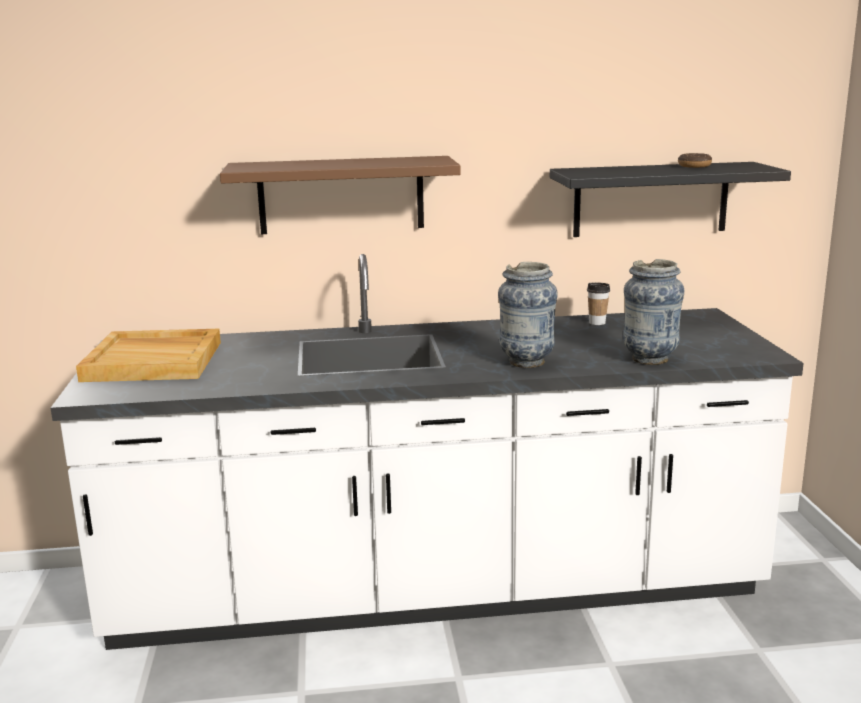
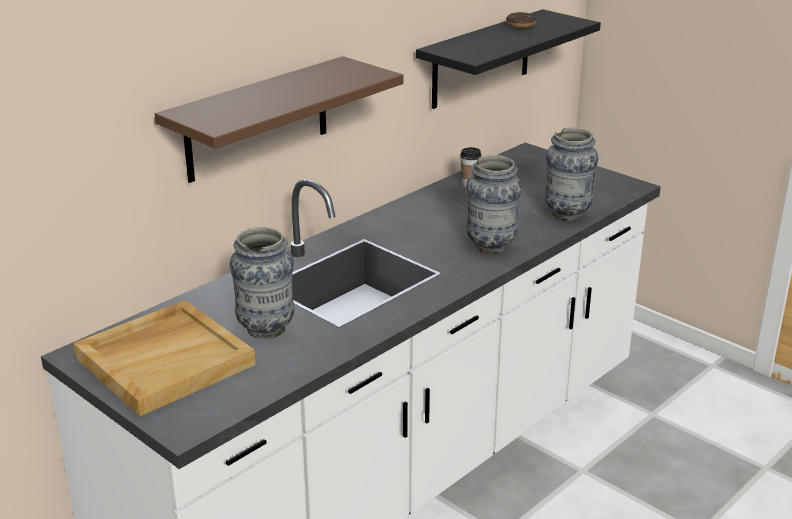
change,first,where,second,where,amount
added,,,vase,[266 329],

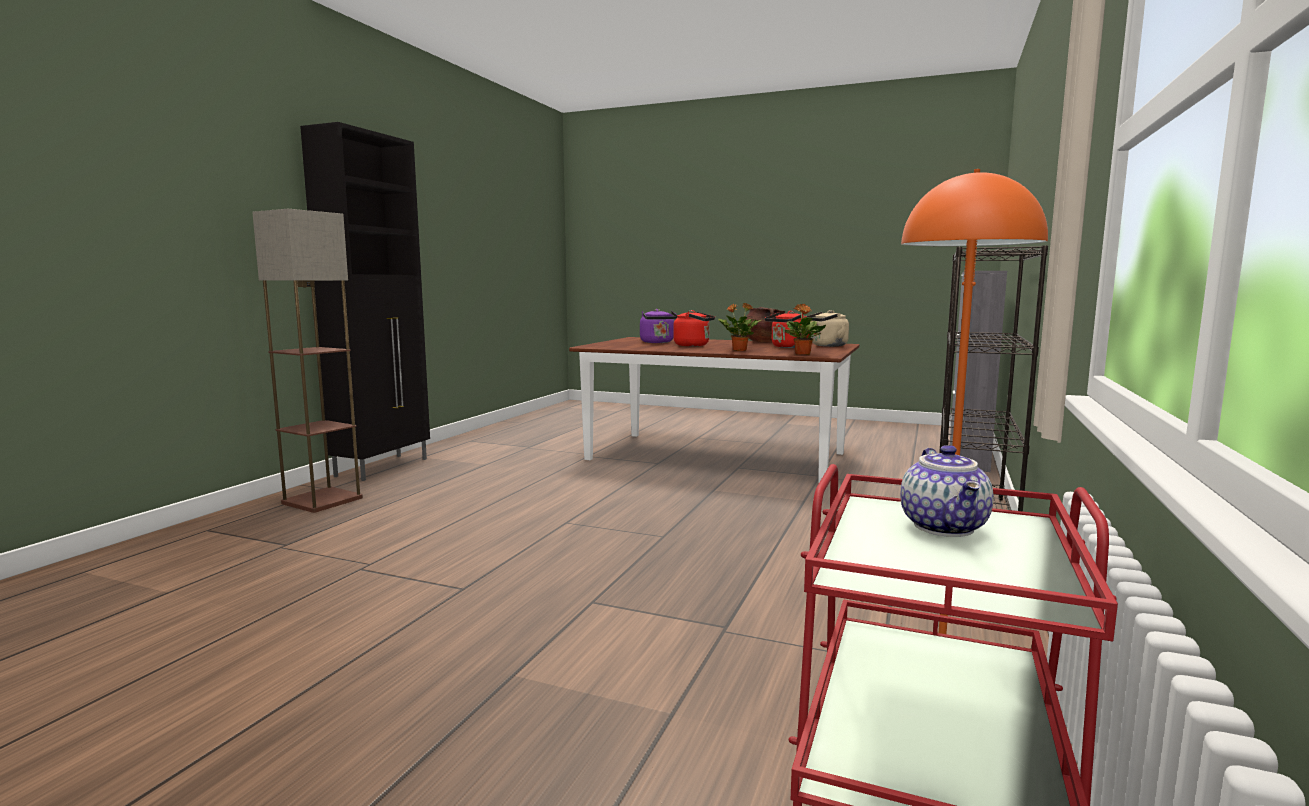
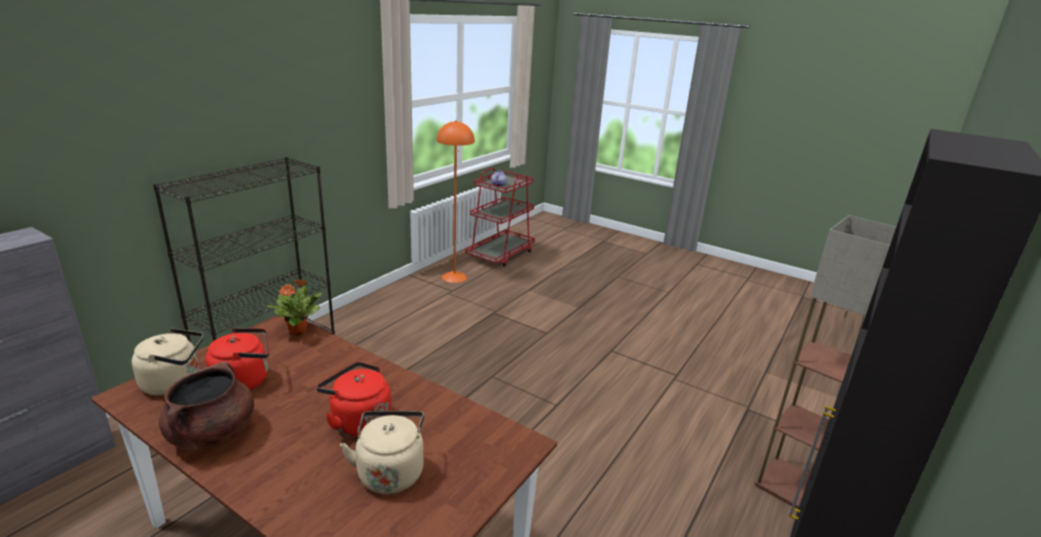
change,first,where,second,where,amount
recoloured,kettle in purple,[658 342],kettle in beige,[390 471],
removed,potted plant,[739 350],,,

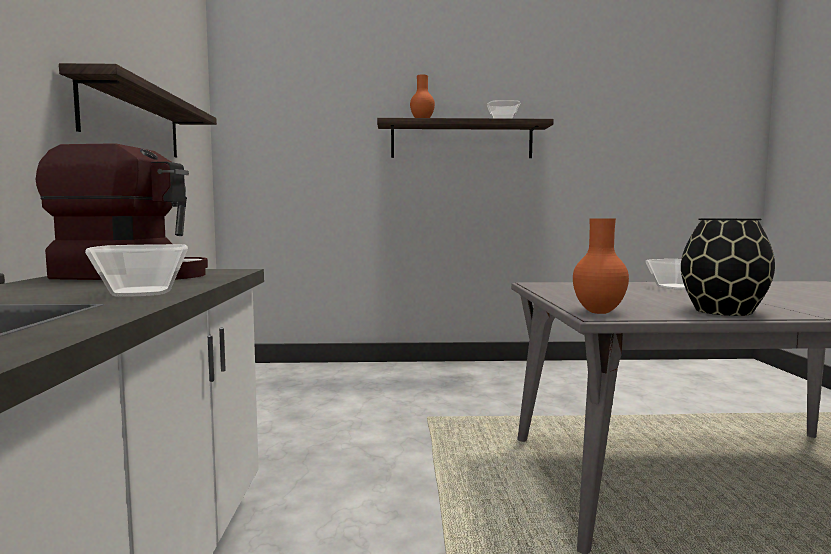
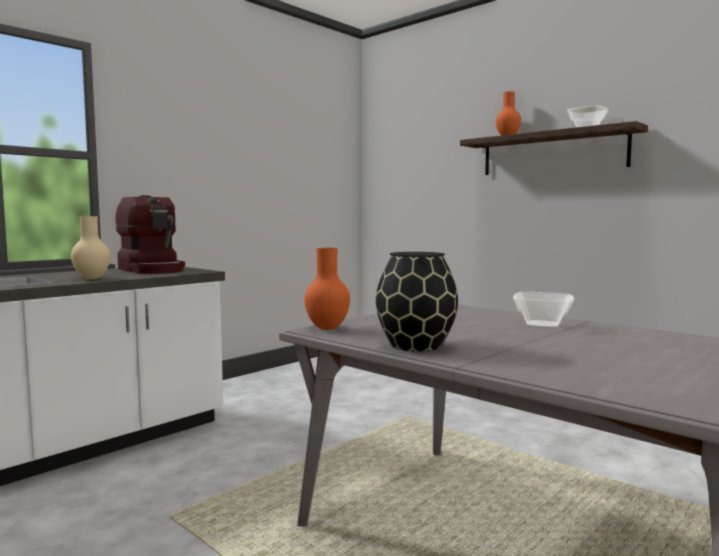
change,first,where,second,where,amount
removed,shelf,[133 121],,,
replaced,bowl,[140 292],vase in beige,[92 278],

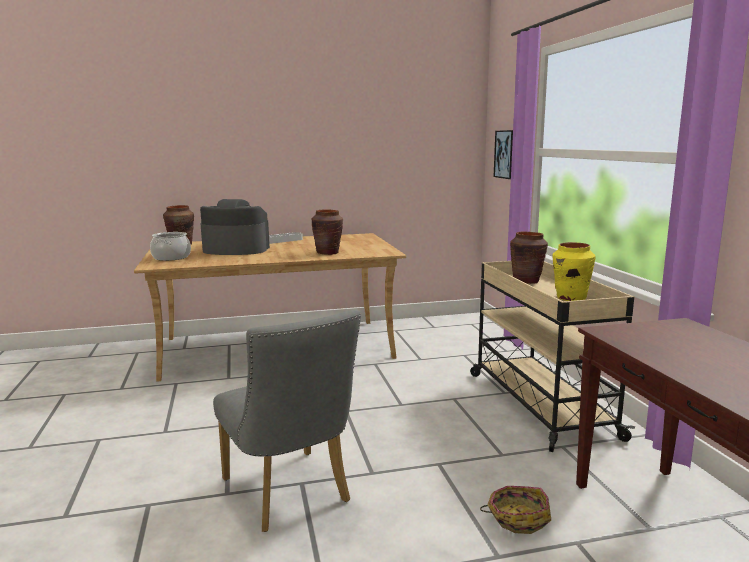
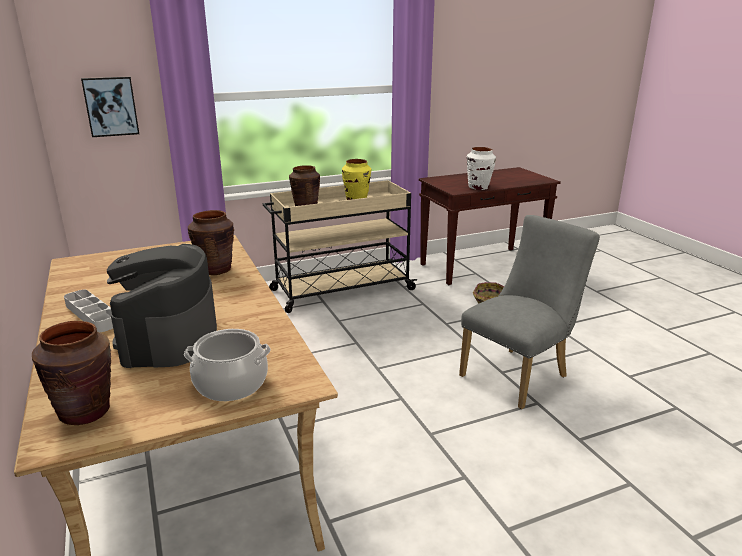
change,first,where,second,where,amount
added,,,vase in white,[478 187],

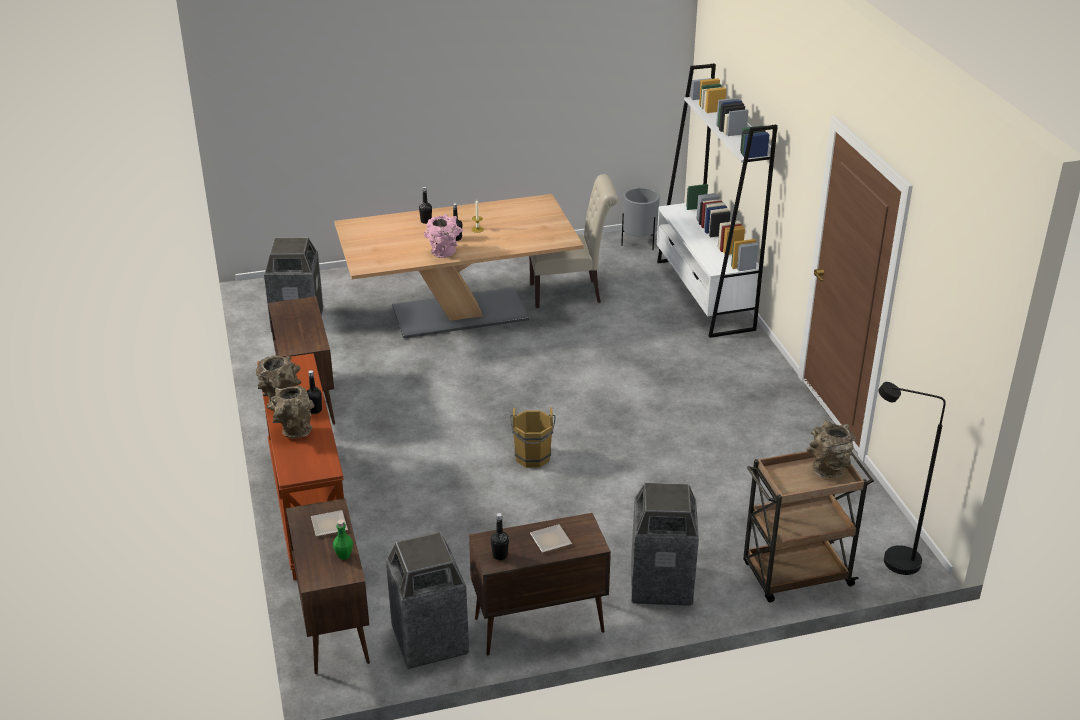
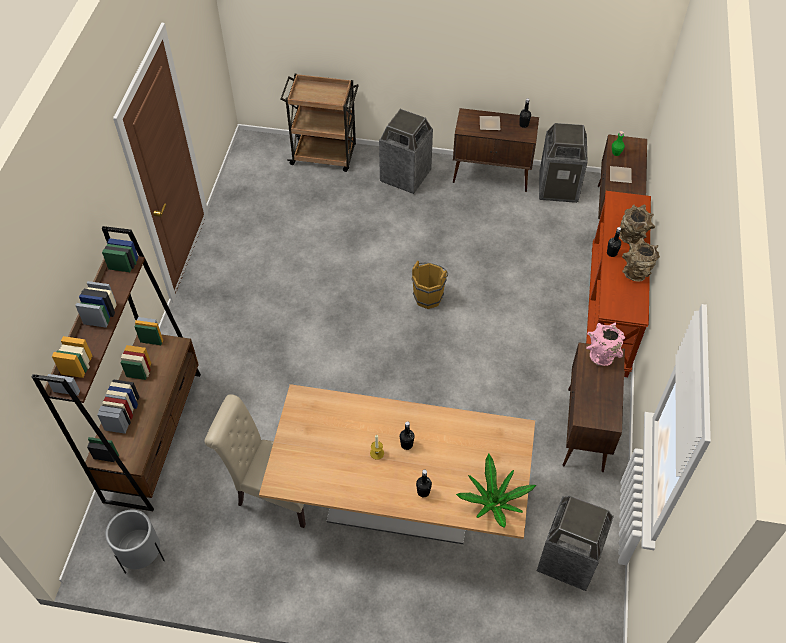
change,first,where,second,where,amount
moved,vase in pink,[444 254],,[601 355],
recoloured,bookcase in white,[704 295],bookcase in brown,[154 435],
removed,vase in brown,[828 469],,,
removed,floor lamp in black,[891 559],,,
added,,,potted plant,[493 502],

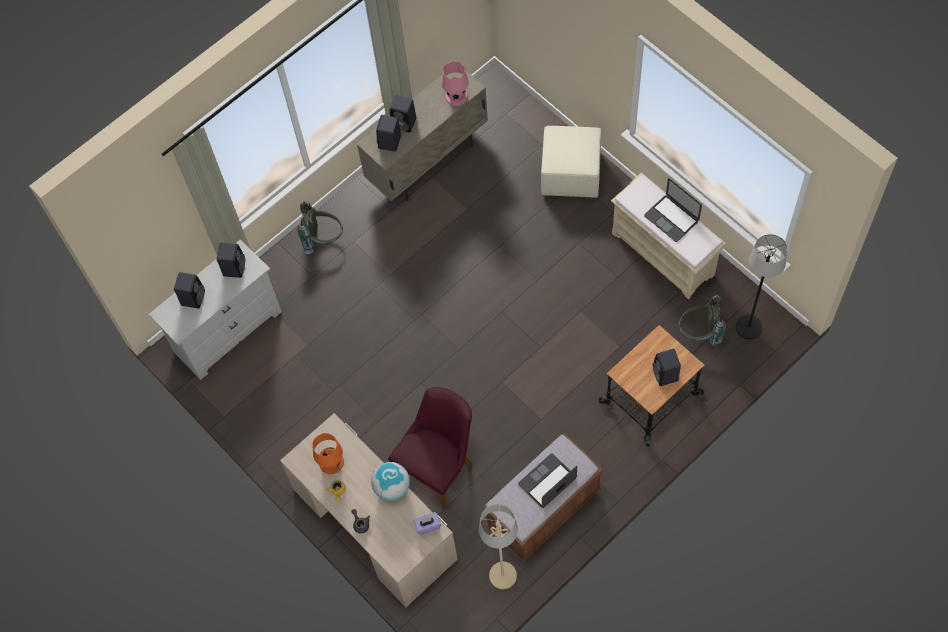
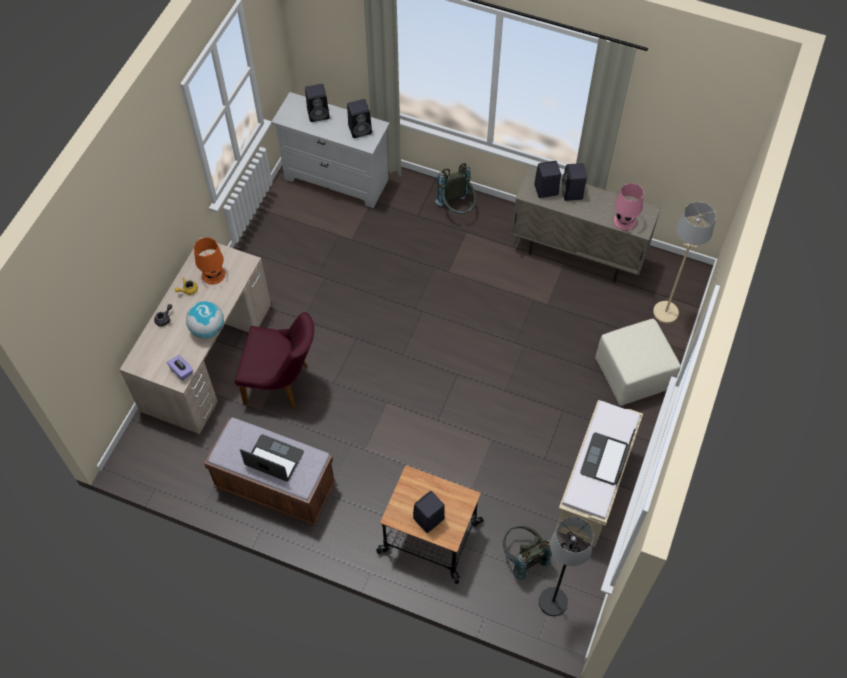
change,first,where,second,where,amount
moved,floor lamp in beige,[502 575],,[665 312],

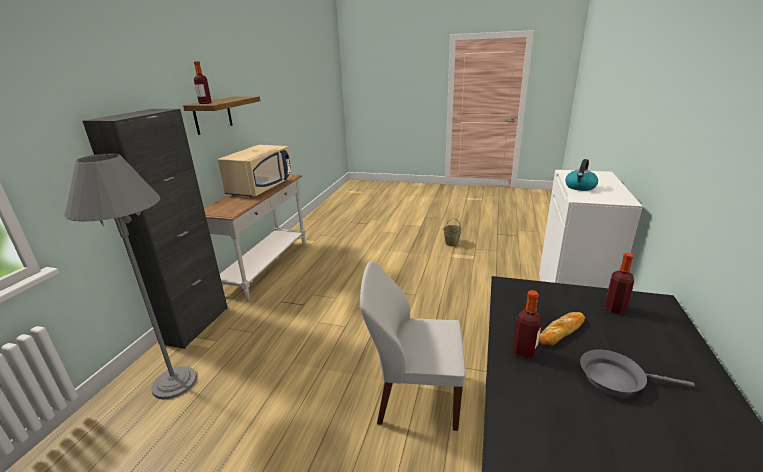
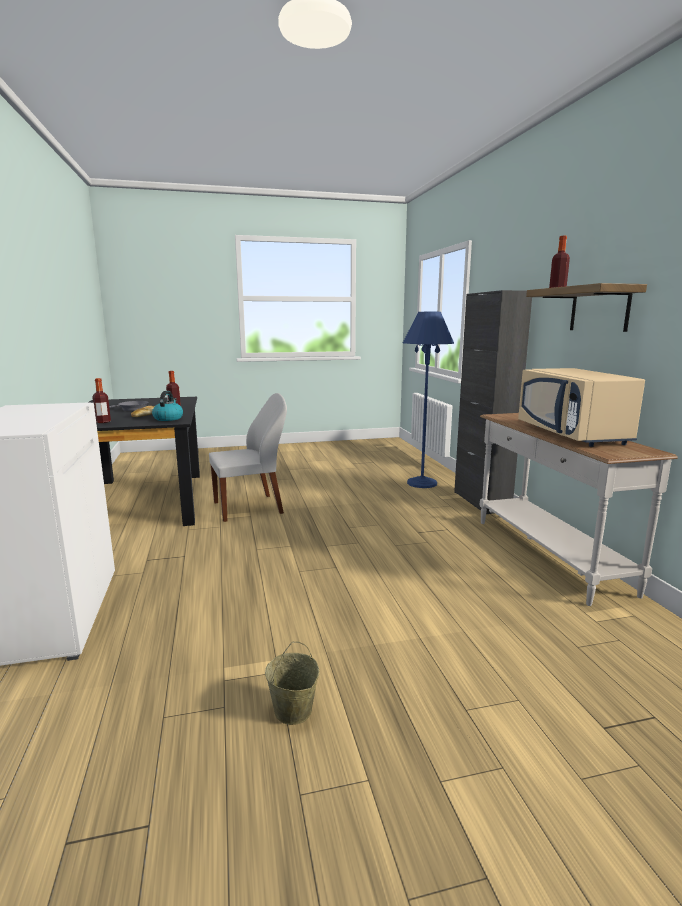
change,first,where,second,where,amount
recoloured,floor lamp in grey,[174 383],floor lamp in blue,[422 483],
moved,kettle,[580 187],,[168 418],

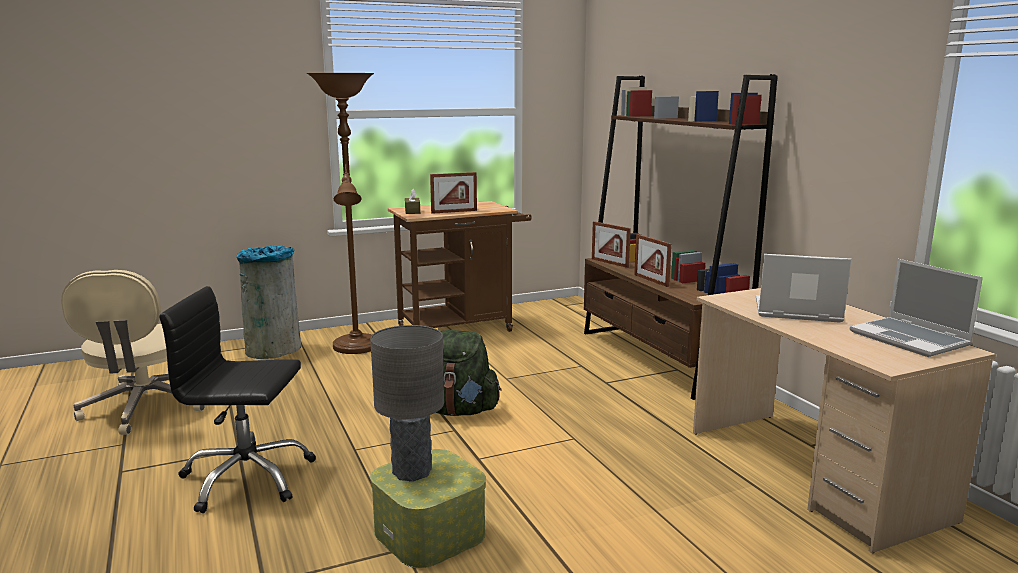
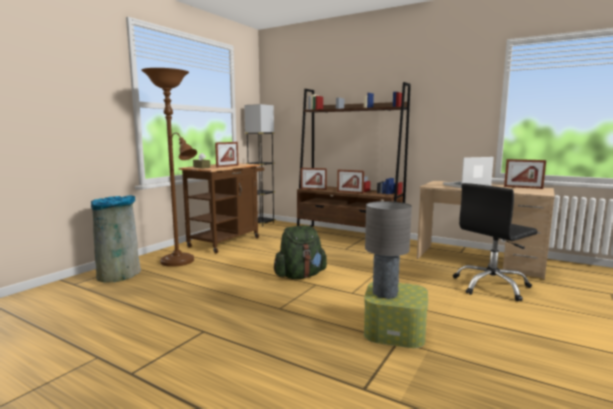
change,first,where,second,where,amount
removed,office chair in beige,[144 408],,,
moved,office chair in black,[247 478],,[491 286],
replaced,laptop,[911 339],picture frame,[523 187],
added,,,floor lamp in grey,[261 223],

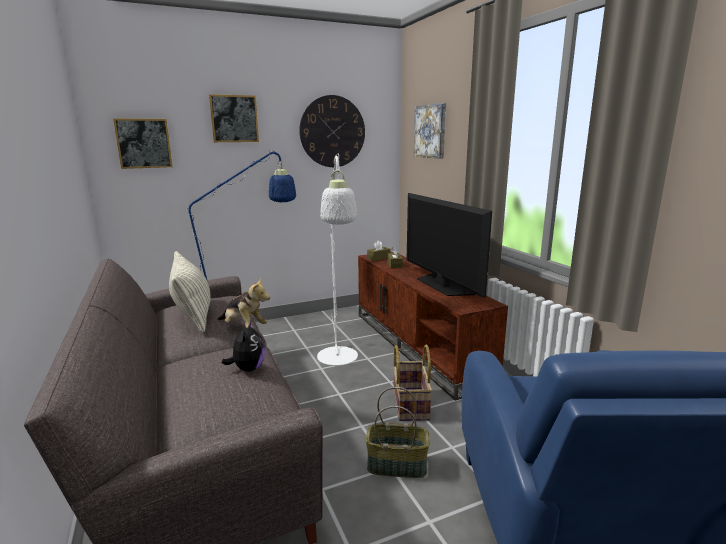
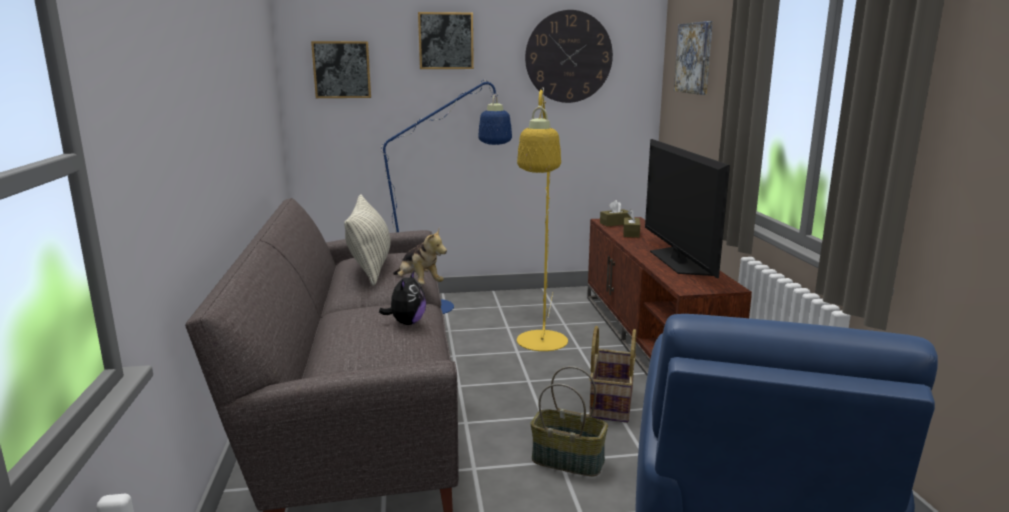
change,first,where,second,where,amount
recoloured,floor lamp in white,[338 361],floor lamp in yellow,[541 346],

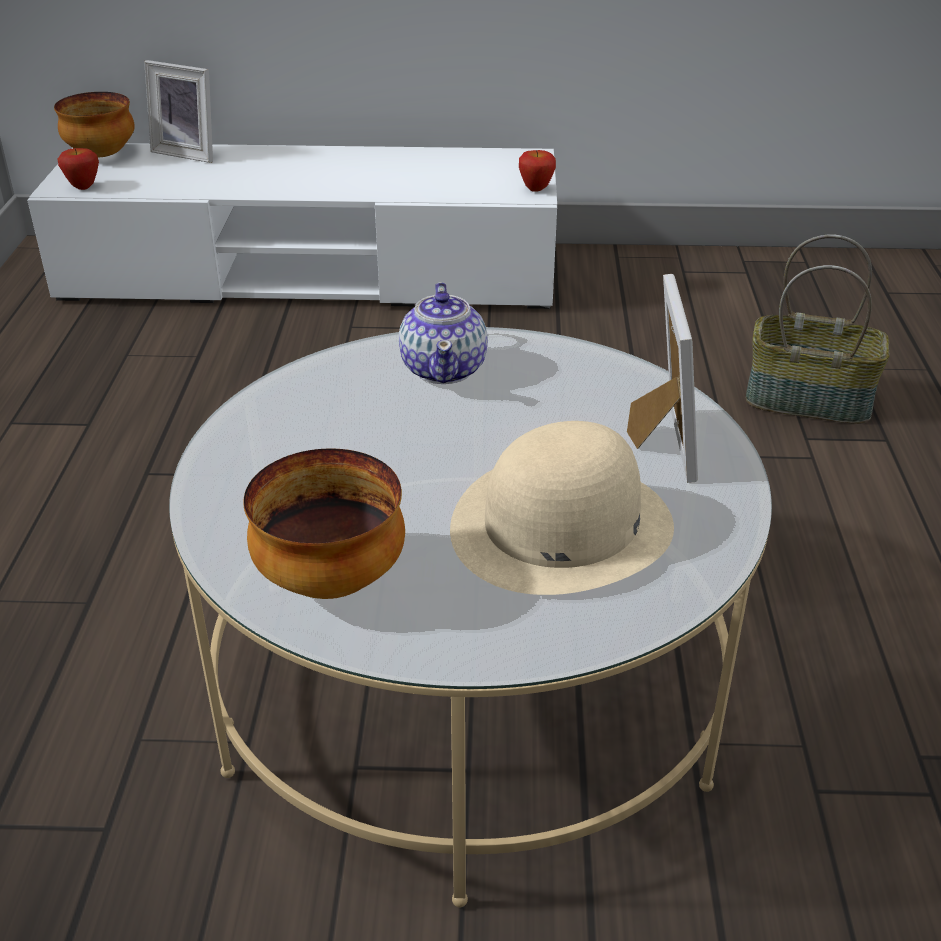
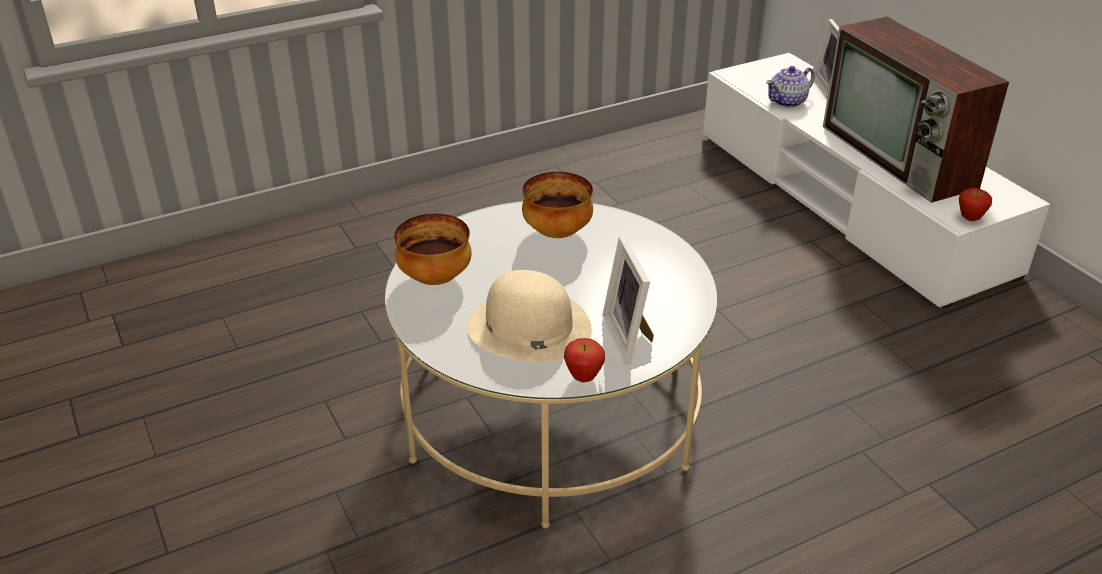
change,first,where,second,where,amount
moved,bowl,[102 155],,[558 232],
moved,apple,[83 187],,[584 378],
moved,teapot,[444 369],,[788 101],
turned,picture frame,[658 444],,[630 337],105 degrees clockwise
removed,basket,[809 400],,,
added,,,television,[900 157],

